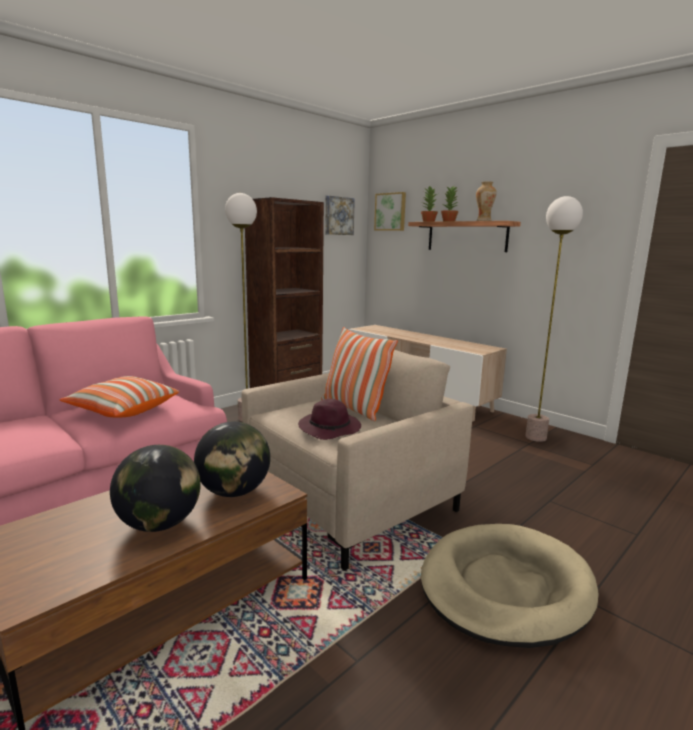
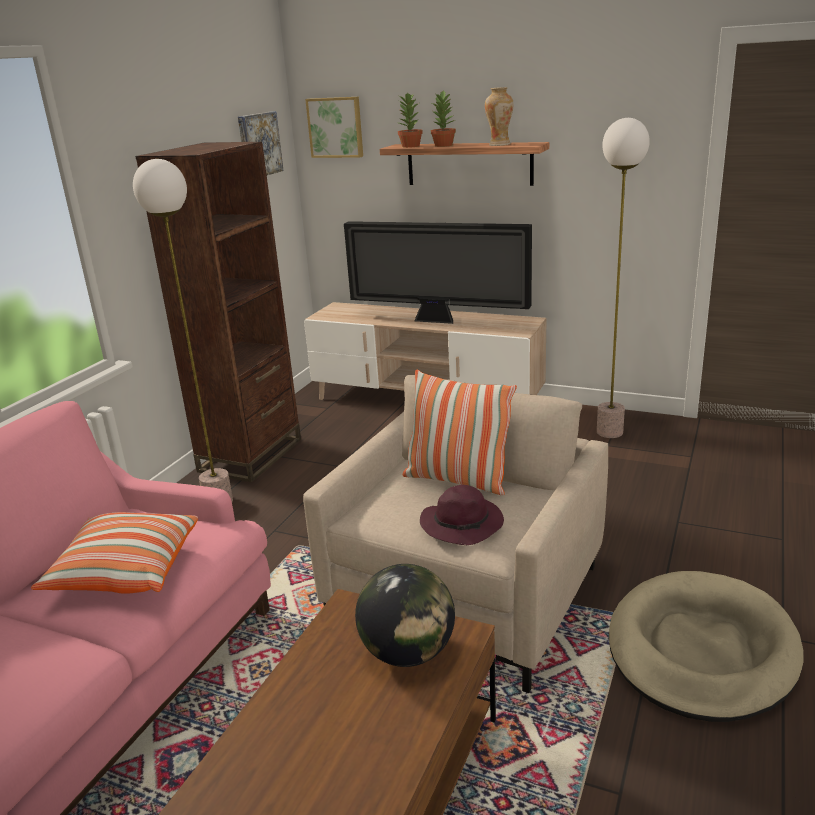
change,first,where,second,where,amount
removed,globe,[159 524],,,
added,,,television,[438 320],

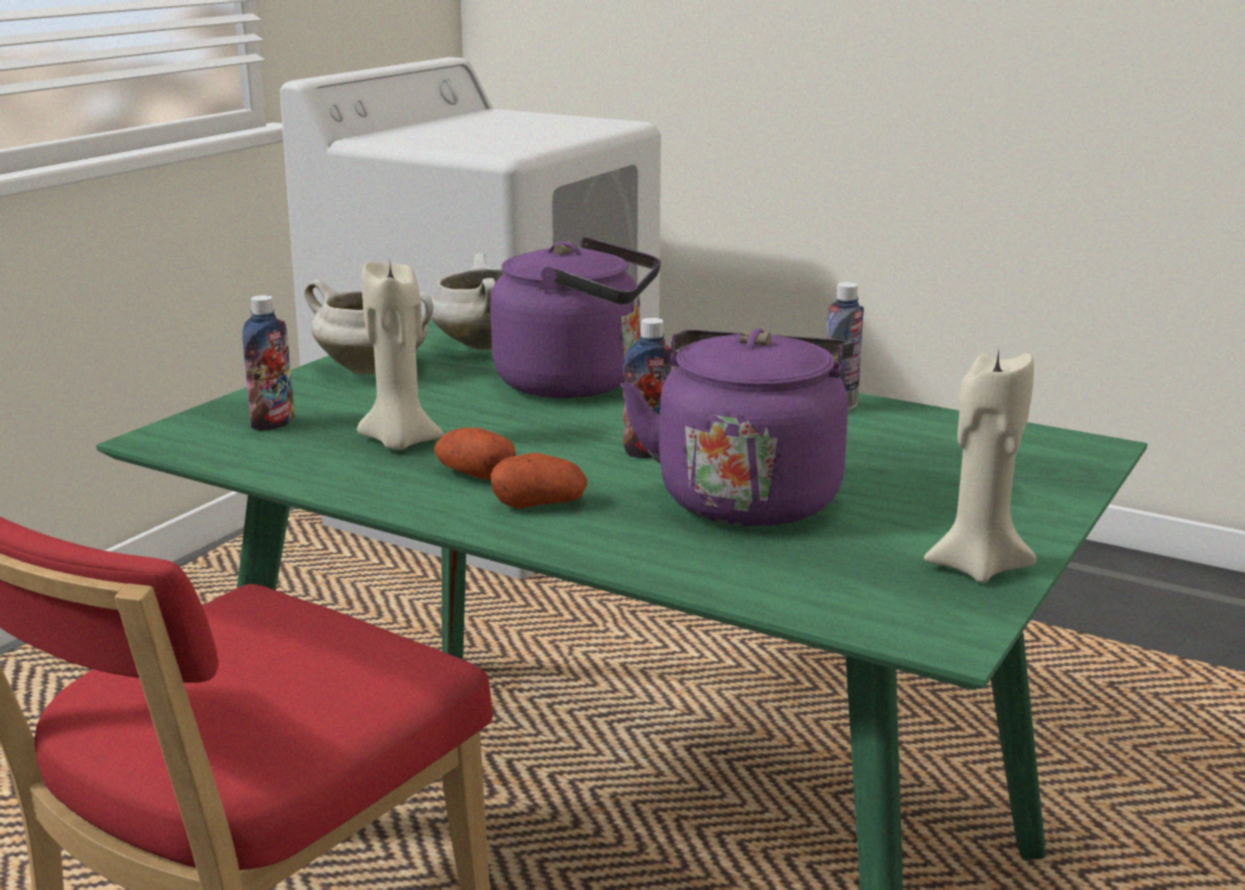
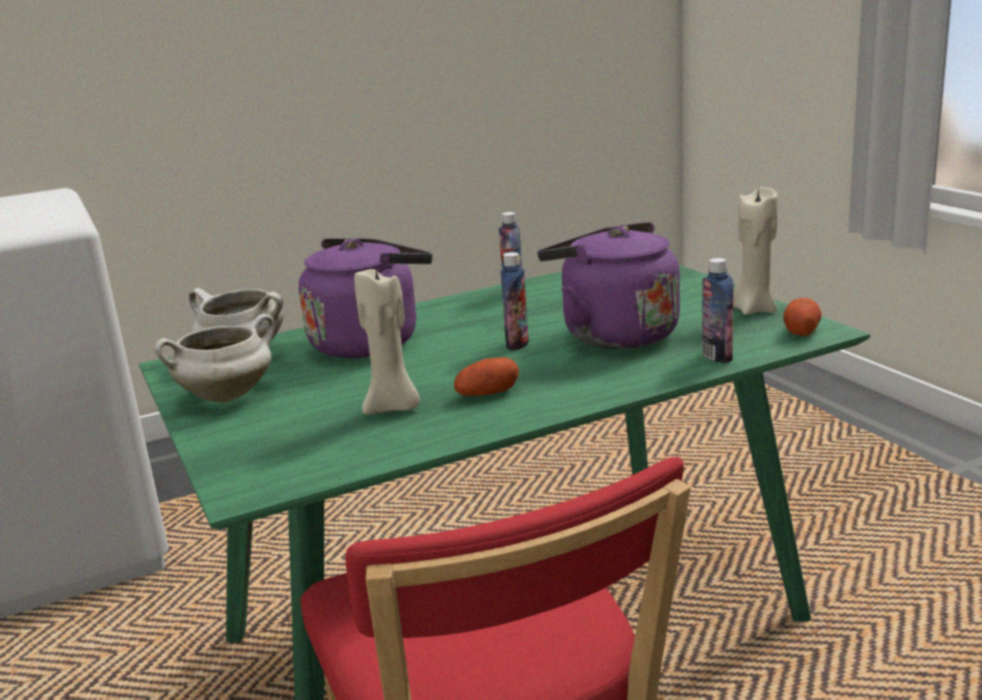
change,first,where,second,where,amount
moved,bottle,[273 423],,[717 356],
moved,potato,[539 504],,[801 330],

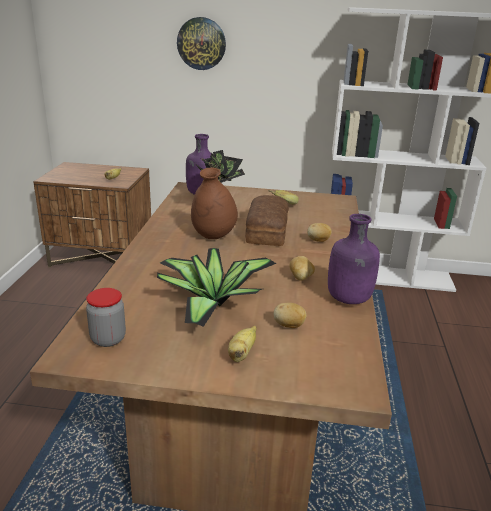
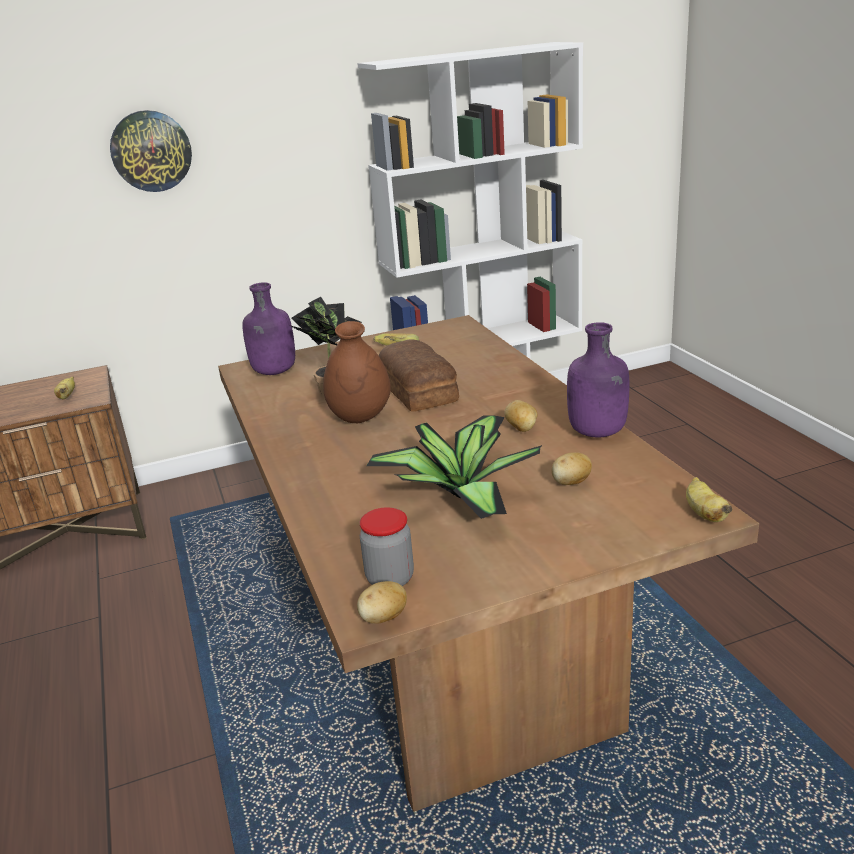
change,first,where,second,where,amount
moved,banana,[242 353],,[704 513],
moved,potato,[318 241],,[383 618],

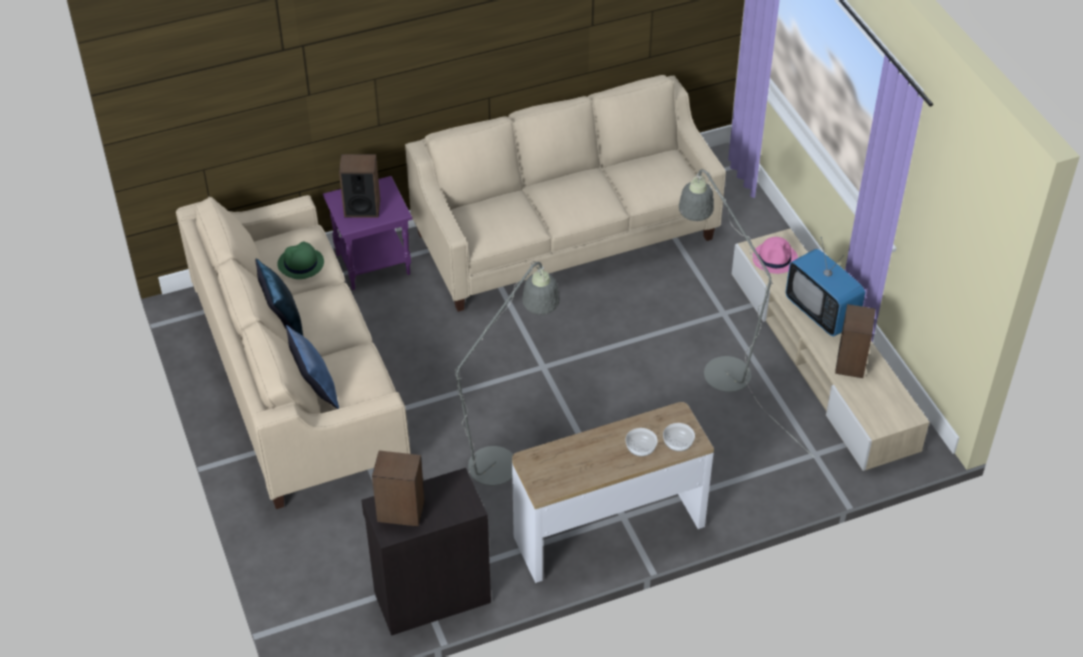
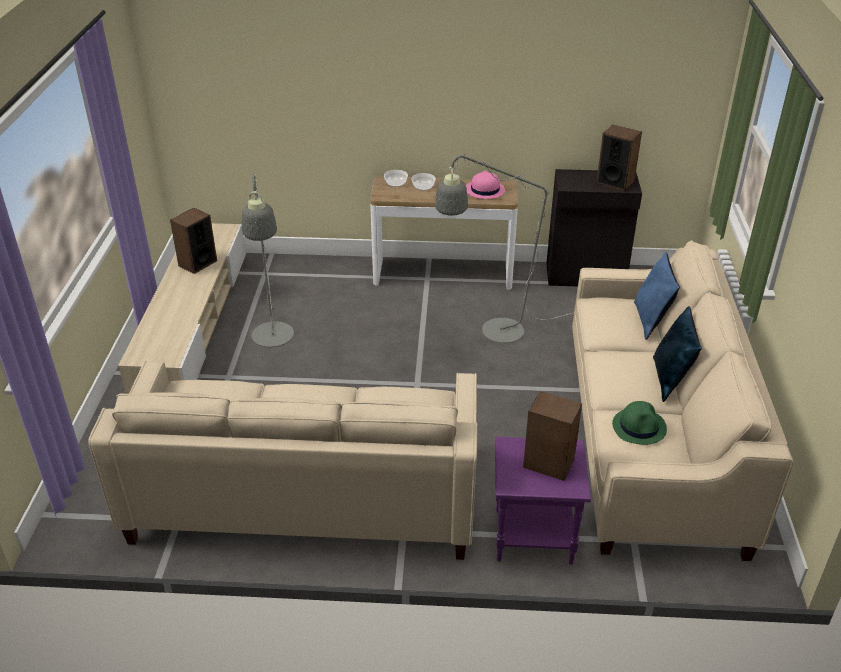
change,first,where,second,where,amount
moved,hat in pink,[775 258],,[484 190],
removed,television,[821 312],,,

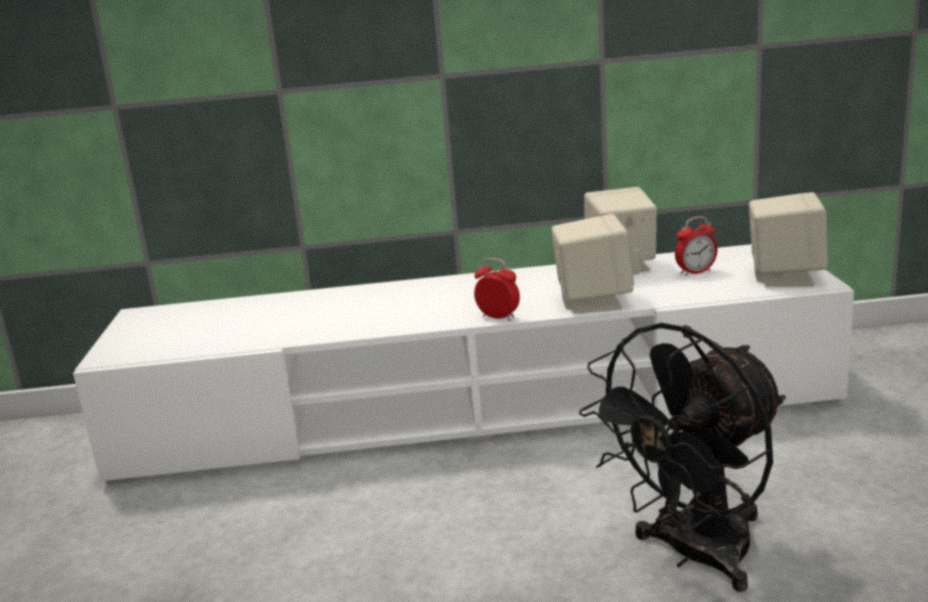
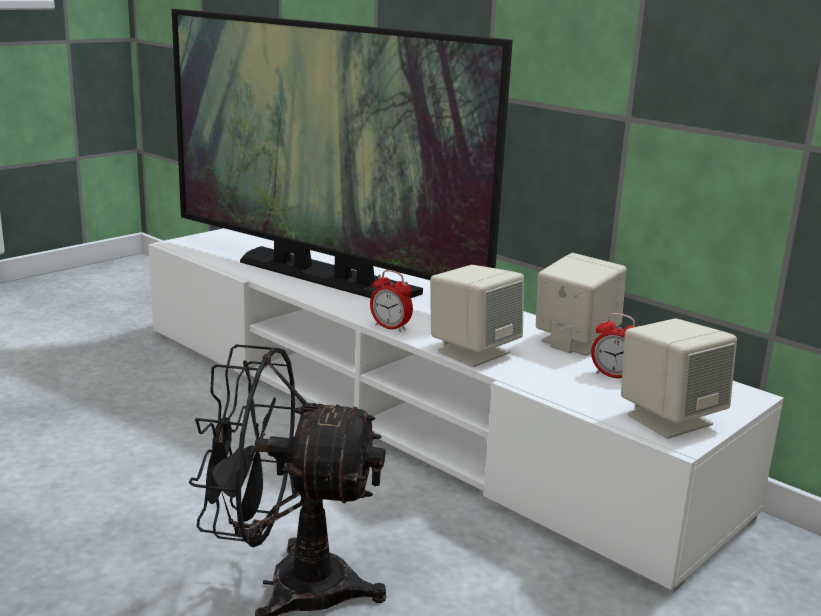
change,first,where,second,where,amount
turned,alarm clock,[498 317],,[390 327],135 degrees clockwise
added,,,television,[324 276],

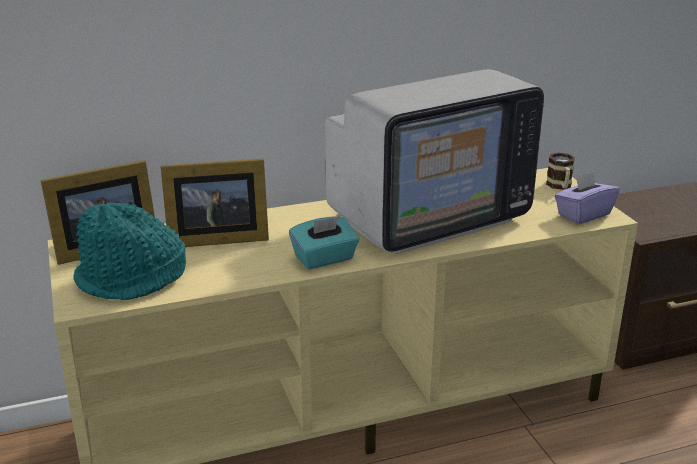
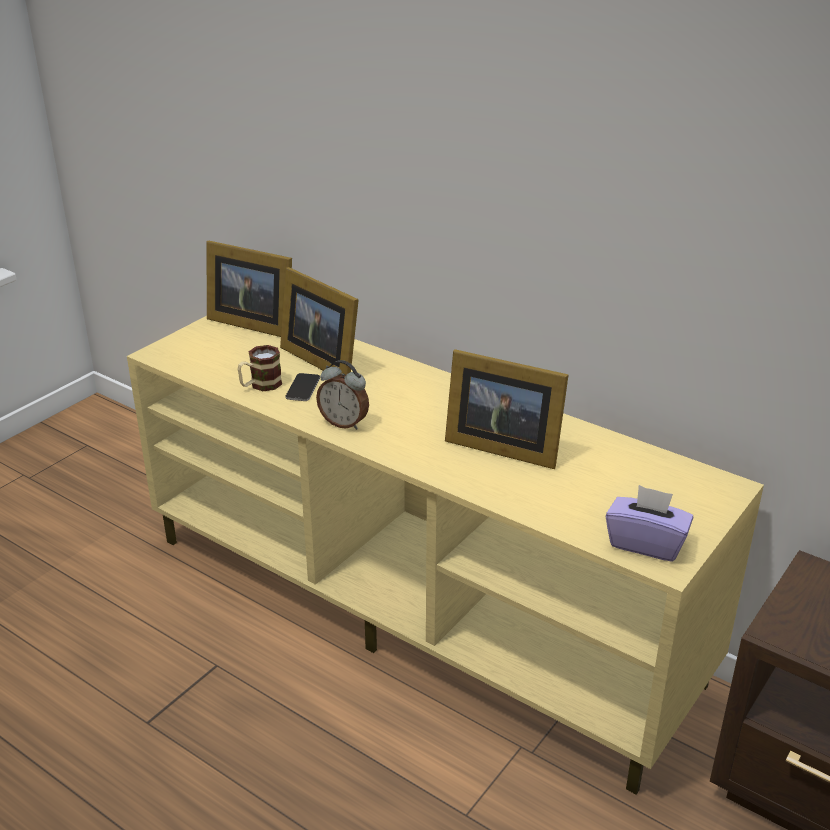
change,first,where,second,where,amount
removed,hat in turquoise,[132 279],,,
replaced,tissue box in turquoise,[324 259],alarm clock,[344 423],
replaced,television,[428 217],picture frame,[500 445],
moved,mug,[560 186],,[260 385],
added,,,phone,[303 388],

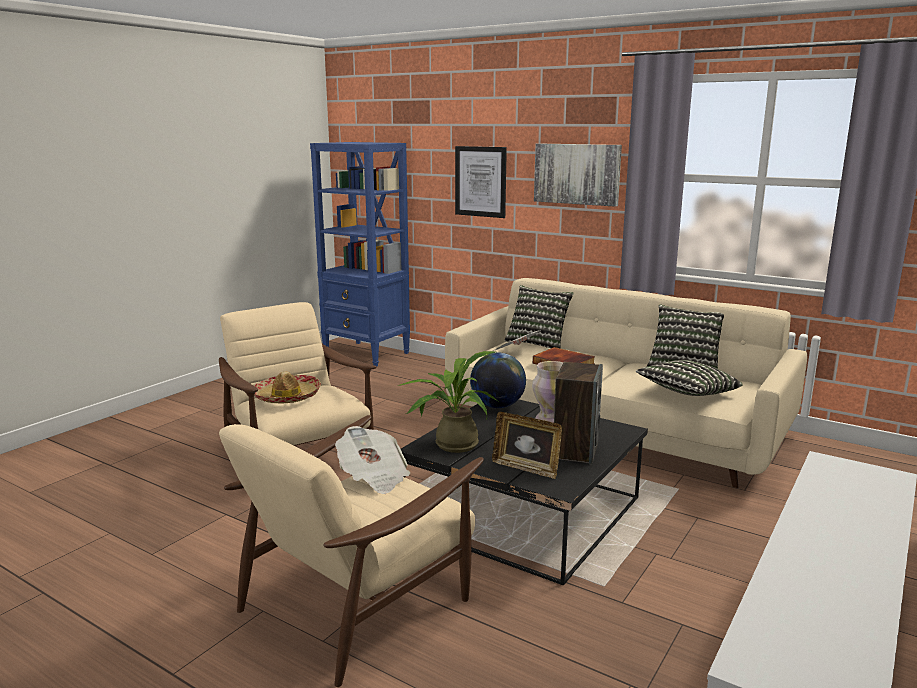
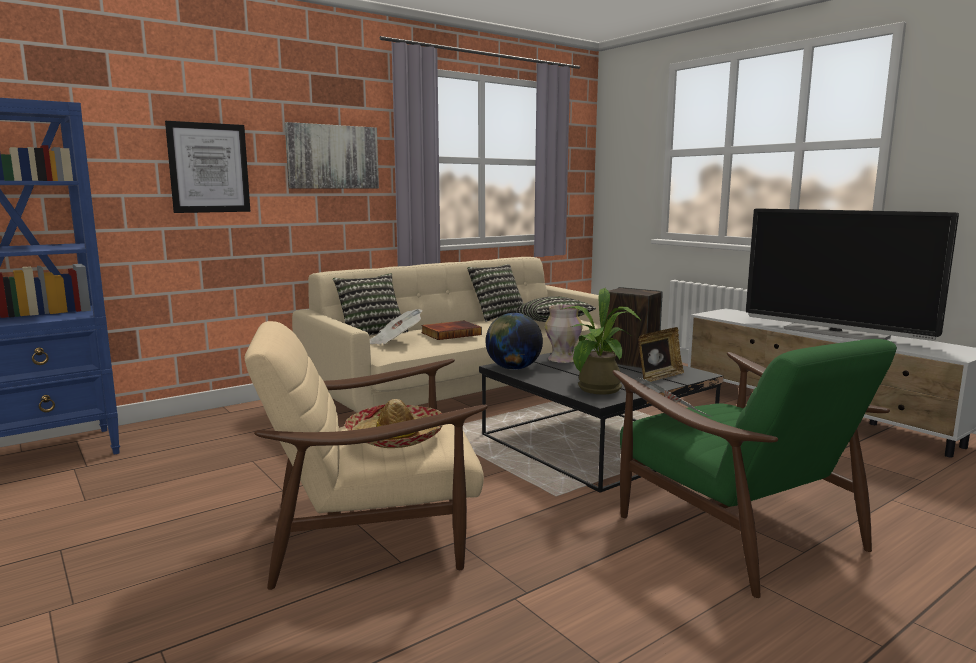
change,first,where,second,where,amount
recoloured,armchair in beige,[358 600],armchair in green,[734 528],
added,,,television,[835 333],

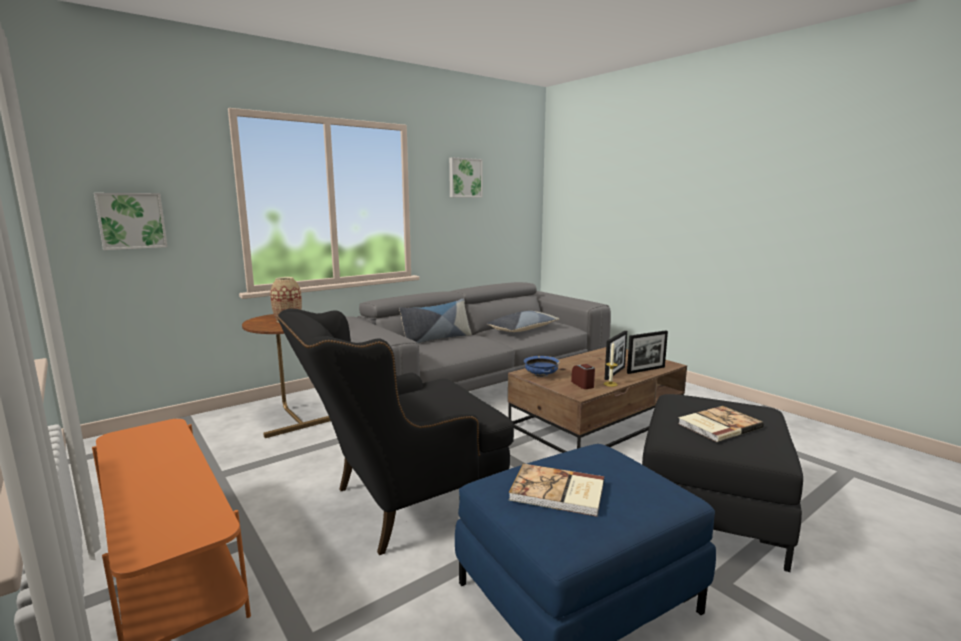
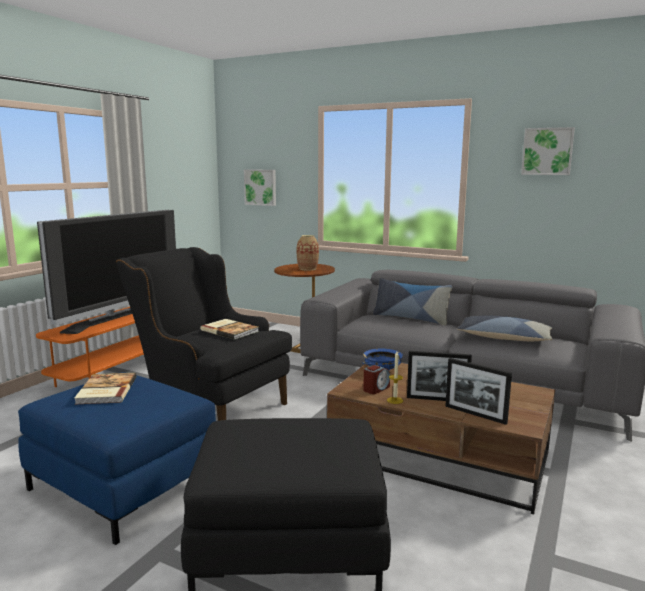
change,first,where,second,where,amount
moved,book,[717 425],,[230 330],
added,,,television,[116 318],

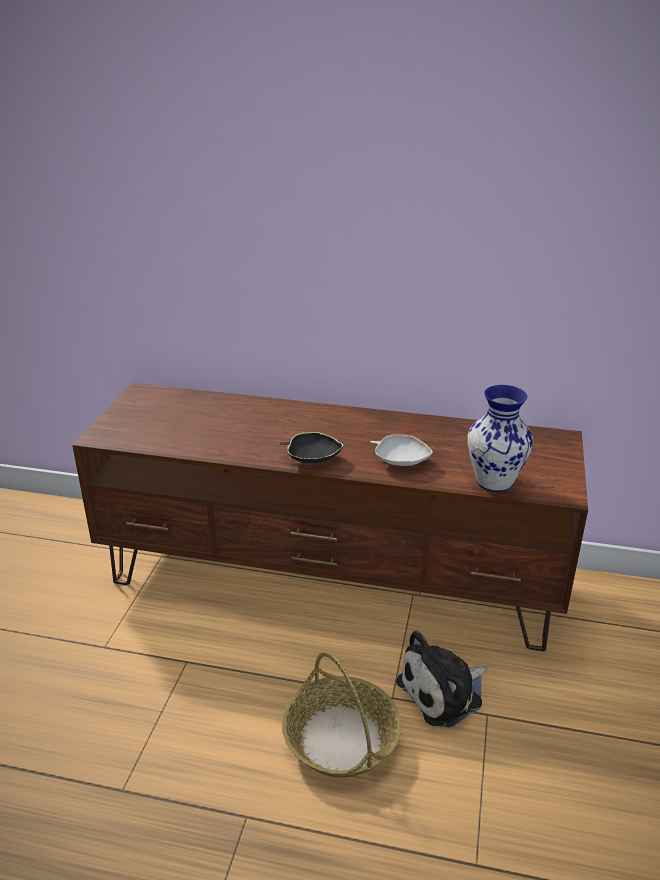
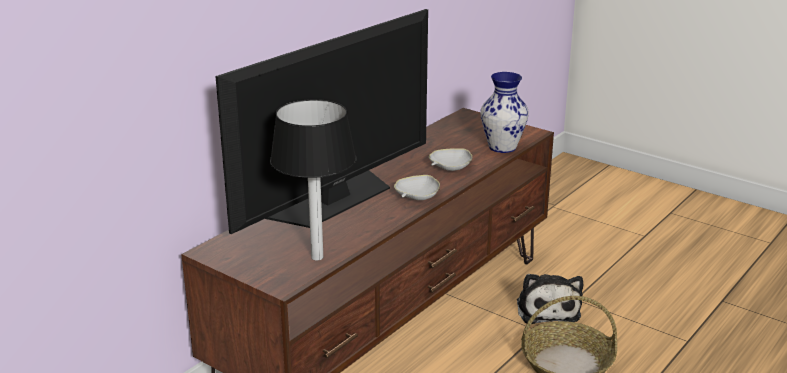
change,first,where,second,where,amount
recoloured,bowl in black,[312 458],bowl in white,[417 197],
added,,,television,[334 200],
added,,,table lamp,[318 257],

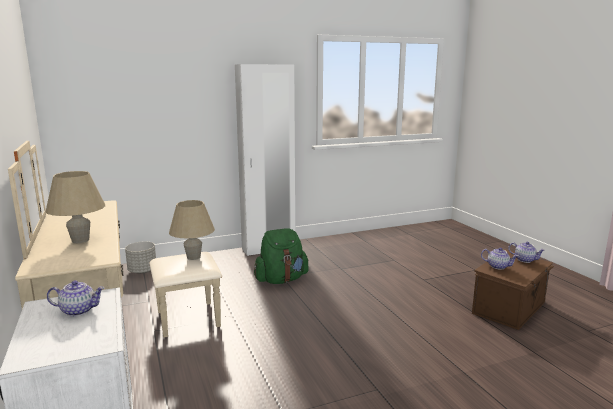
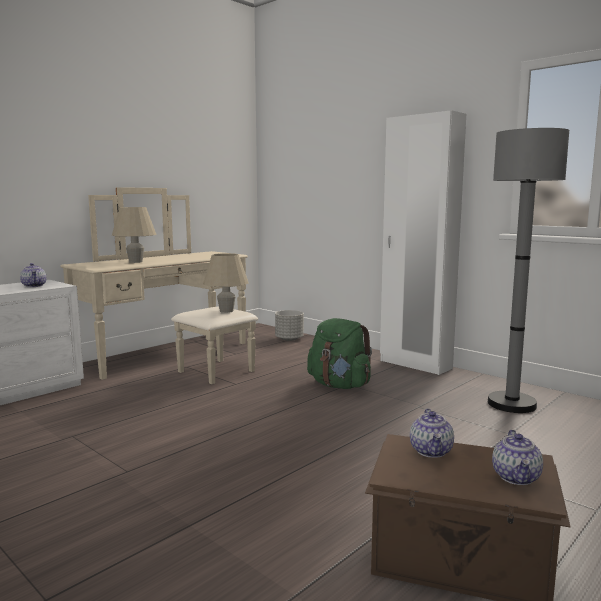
change,first,where,second,where,amount
added,,,floor lamp in grey,[511 404],

